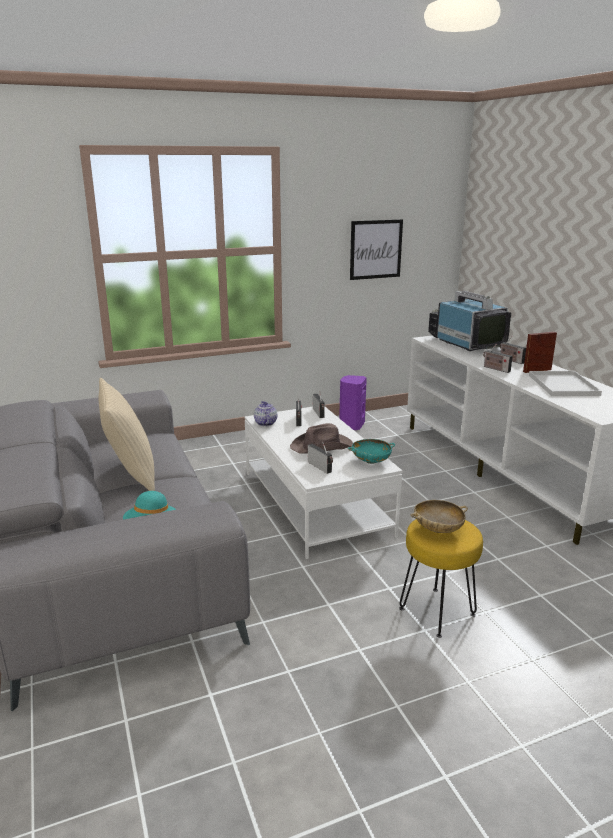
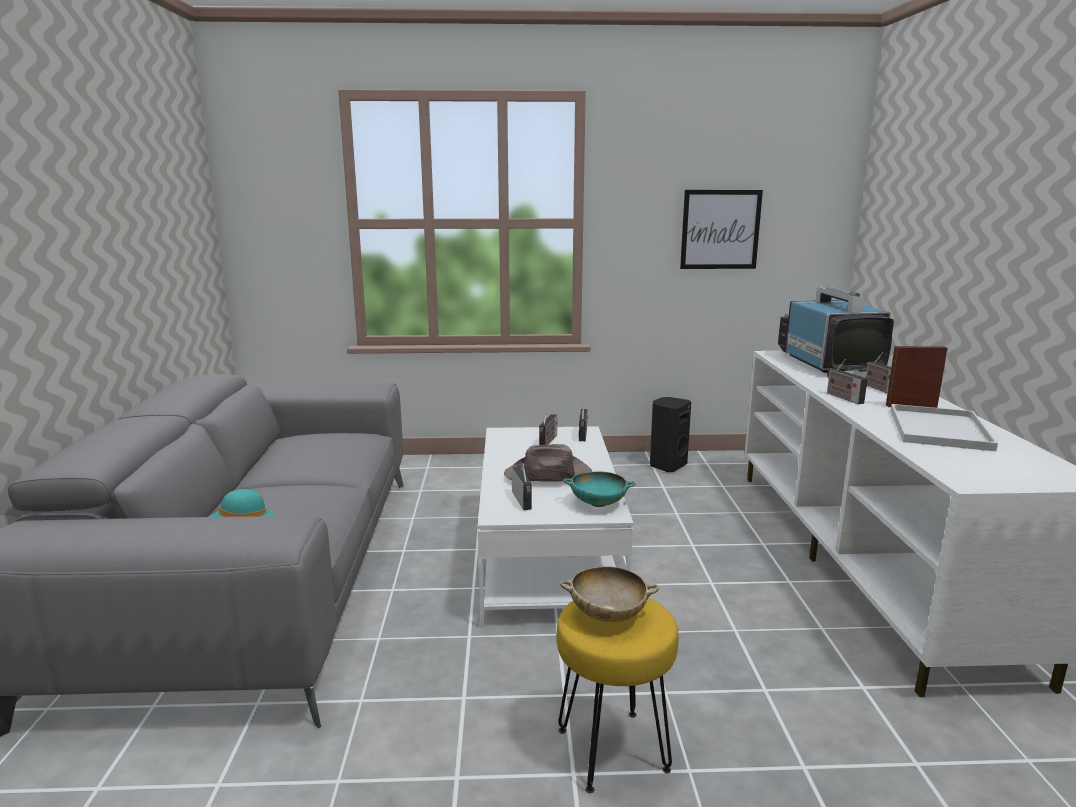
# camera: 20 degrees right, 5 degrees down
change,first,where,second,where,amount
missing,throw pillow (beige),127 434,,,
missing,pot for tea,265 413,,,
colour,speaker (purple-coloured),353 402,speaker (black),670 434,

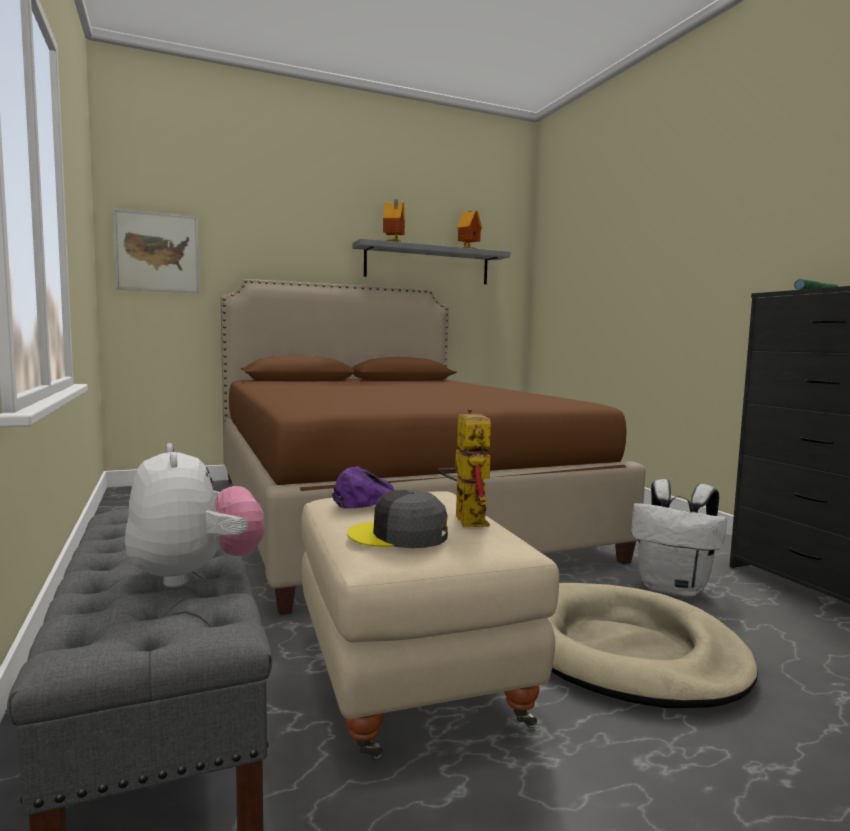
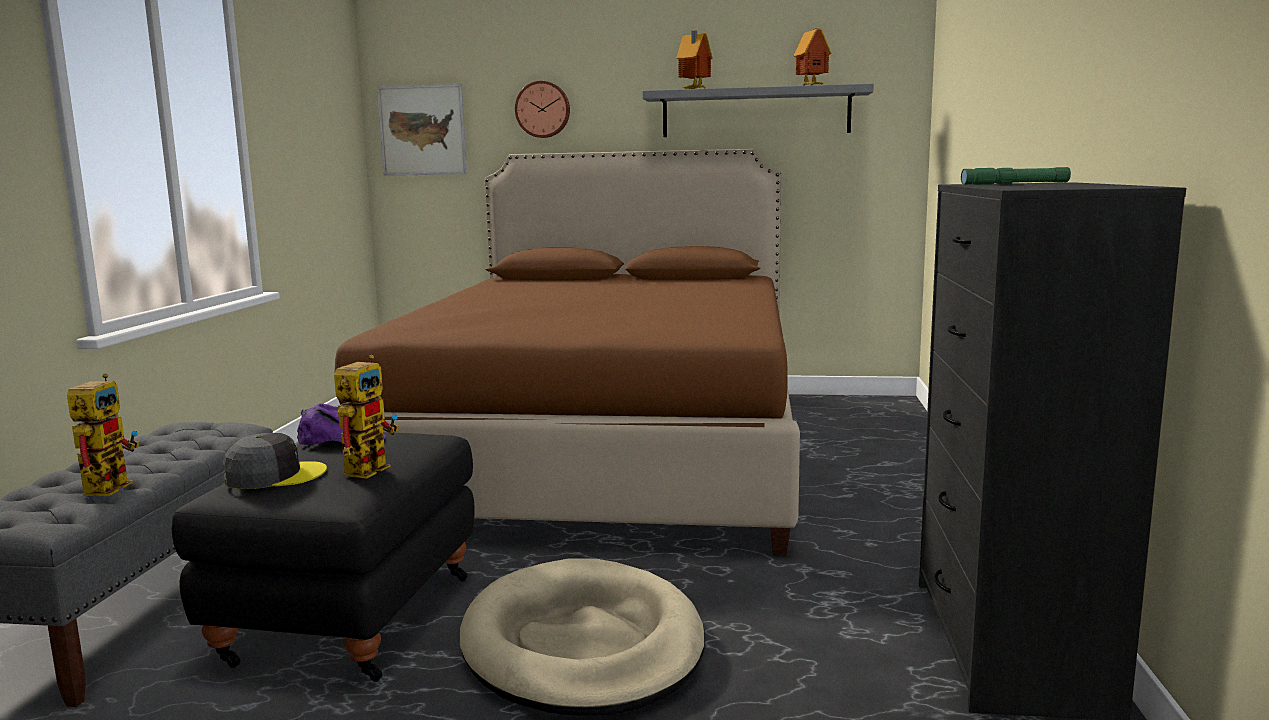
# camera: 30 degrees right, 5 degrees up
change,first,where,second,where,amount
exchanged,plush toy,195 515,model robot,103 434,
colour,footrest (beige),430 625,footrest (black),323 557,
spun,baseball cap (gray),397 519,,275 461,120 degrees clockwise
missing,knapsack (white),679 538,,,
appeared,,,clock on the wall,542 109,

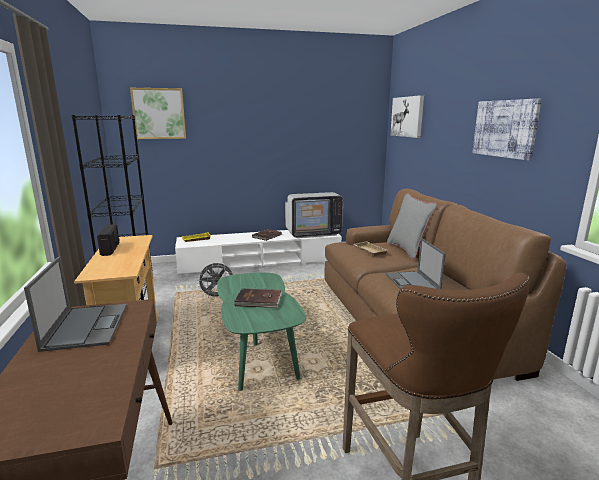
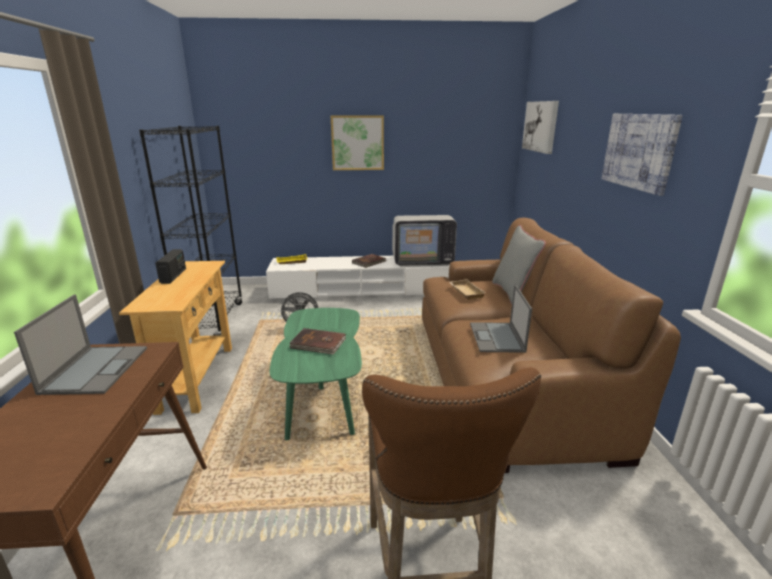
# camera: 10 degrees right, 5 degrees up
change,first,where,second,where,amount
relocated,wall picture,158 113,,357 142,

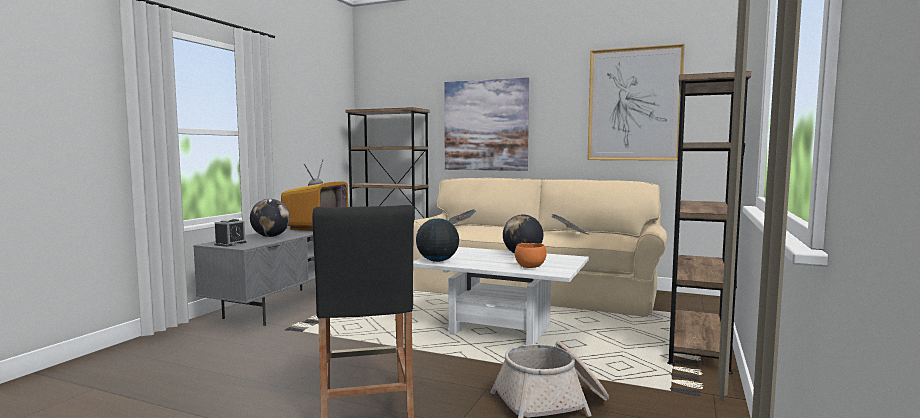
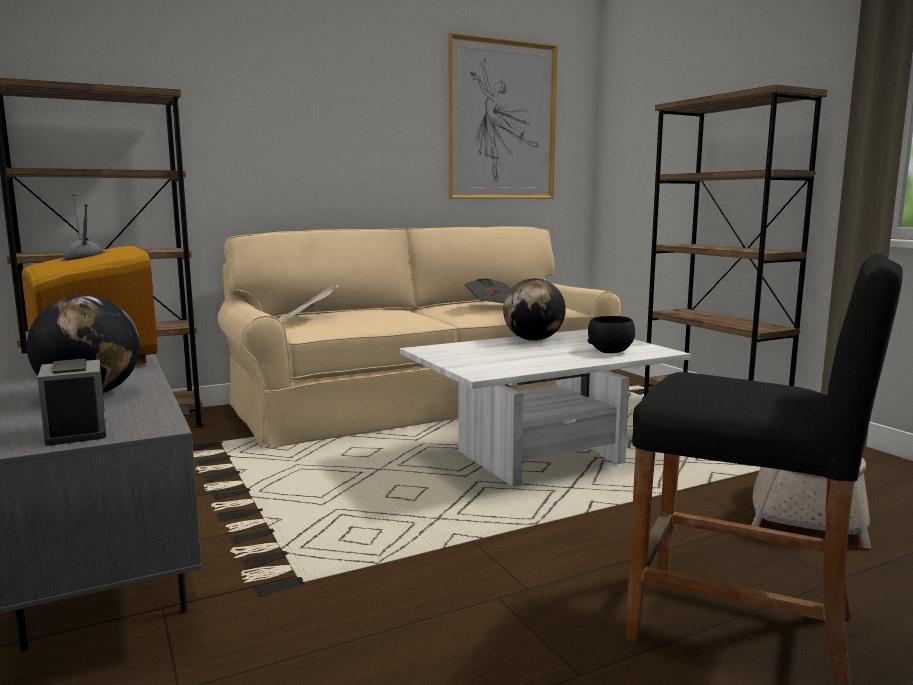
# camera: 50 degrees left, 5 degrees up
change,first,where,second,where,amount
missing,desk globe,437 240,,,
missing,wall picture,486 124,,,
colour,serving bowl (orange),531 255,serving bowl (black),611 334,

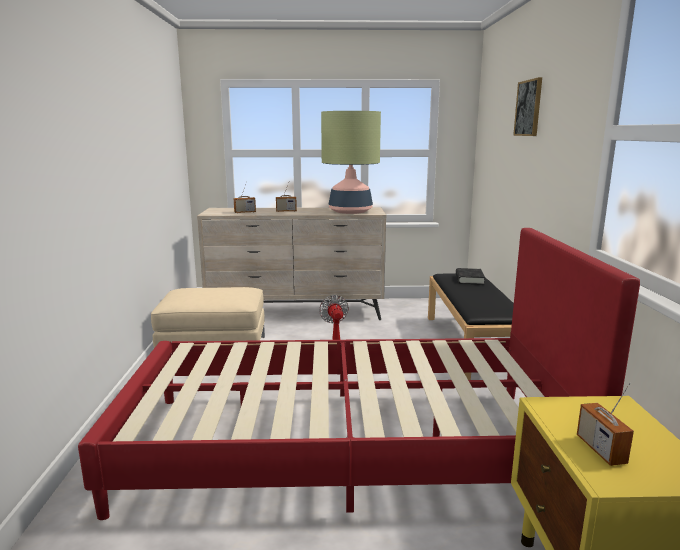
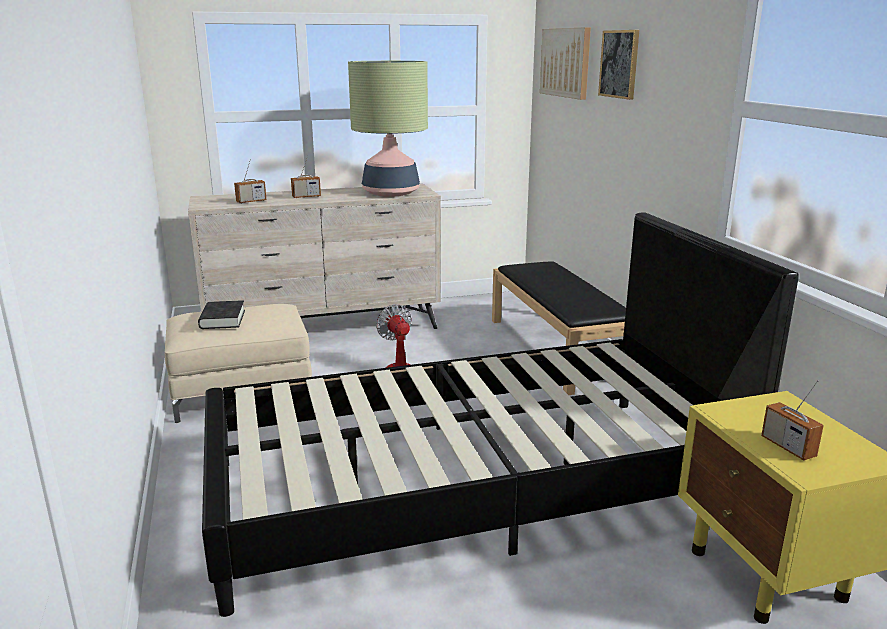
# camera: 15 degrees left, 5 degrees up
change,first,where,second,where,amount
colour,sleeping bed (red),359 374,sleeping bed (black),500 414,
relocated,volume (black),470 276,,221 314,
appeared,,,wall picture,565 63,

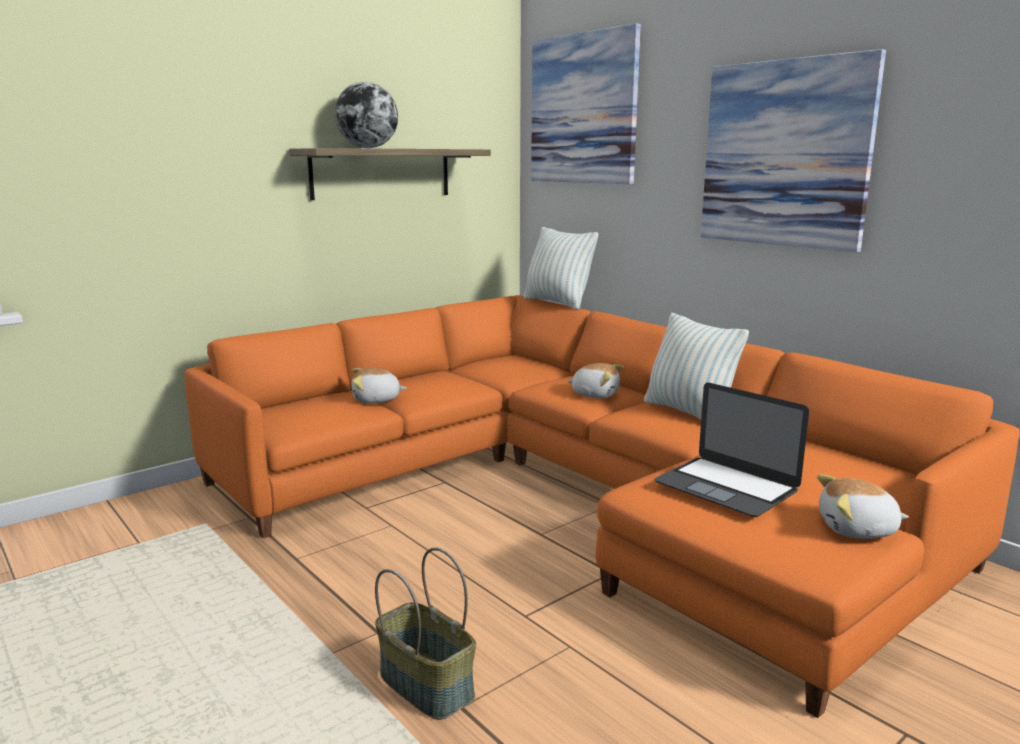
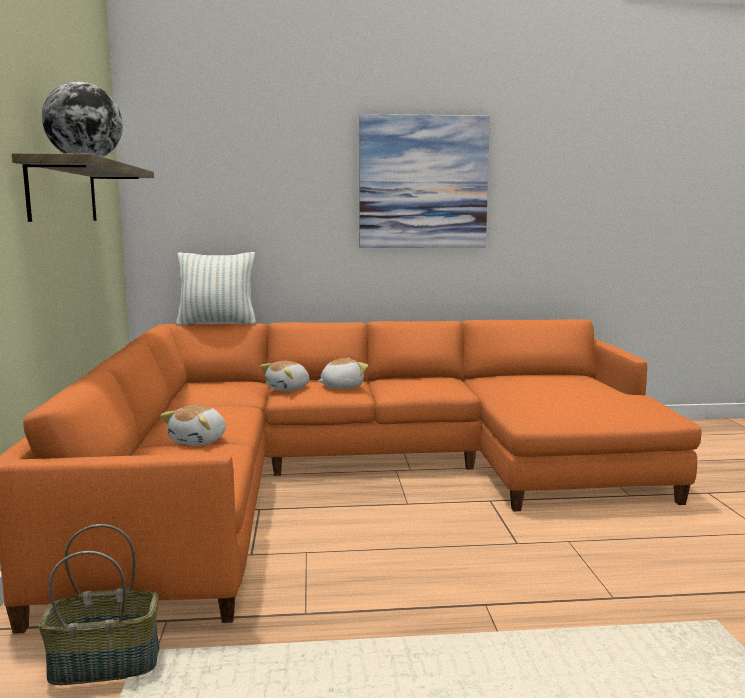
# camera: 55 degrees left, 5 degrees down
change,first,where,second,where,amount
relocated,basket,425 633,,99 604,
missing,wall picture,586 103,,,
missing,throw pillow,696 366,,,
missing,portable computer,731 450,,,
relocated,plush toy,863 507,,284 376,

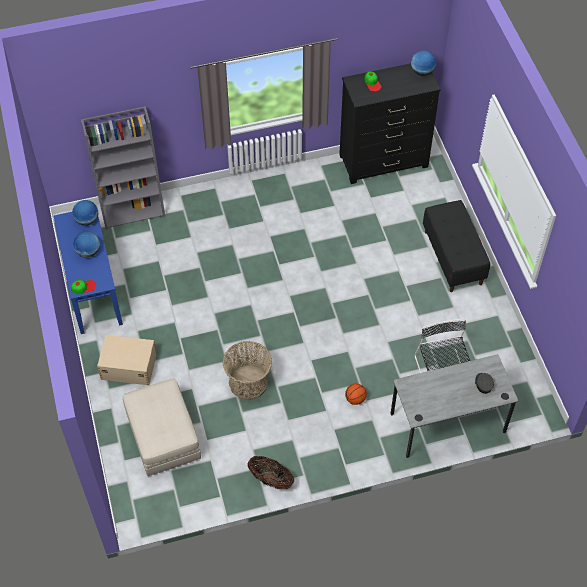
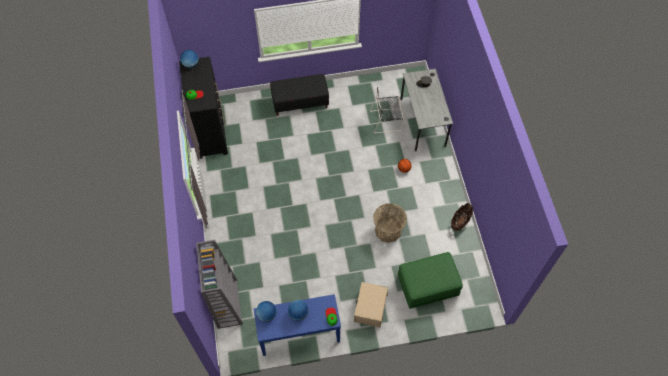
# camera: 85 degrees left, 5 degrees up
change,first,where,second,where,amount
colour,footrest (beige),162 427,footrest (green),430 280,

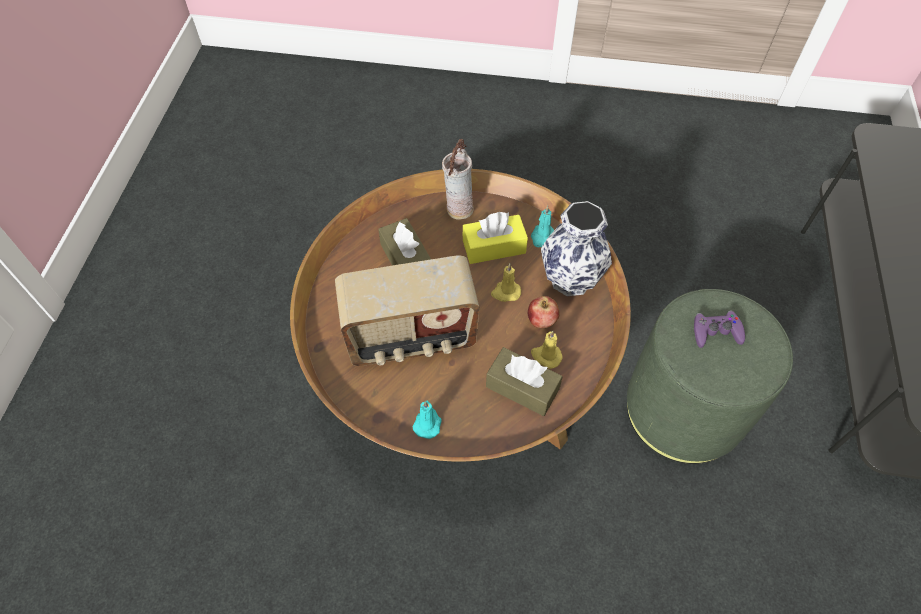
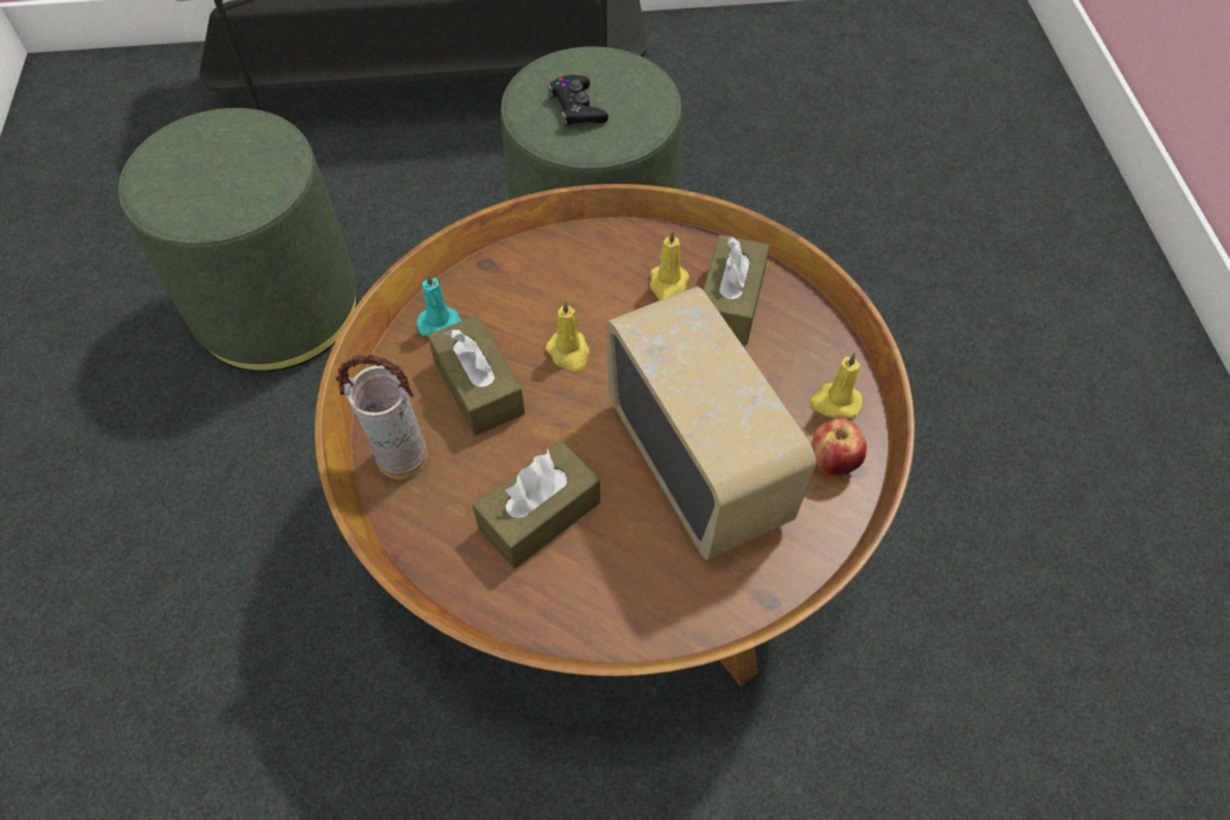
# camera: 105 degrees left, 0 degrees up
change,first,where,second,where,amount
colour,candle (turquoise),426 419,candle (yellow),836 385,
colour,tissue holder (yellow),495 238,tissue holder (brown-coloured),476 375,
relocated,whole apple,544 312,,839 447,
missing,vase,576 248,,,
colour,game controller (purple-coloured),719 329,game controller (black),578 100,
appeared,,,footrest (green),237 240,

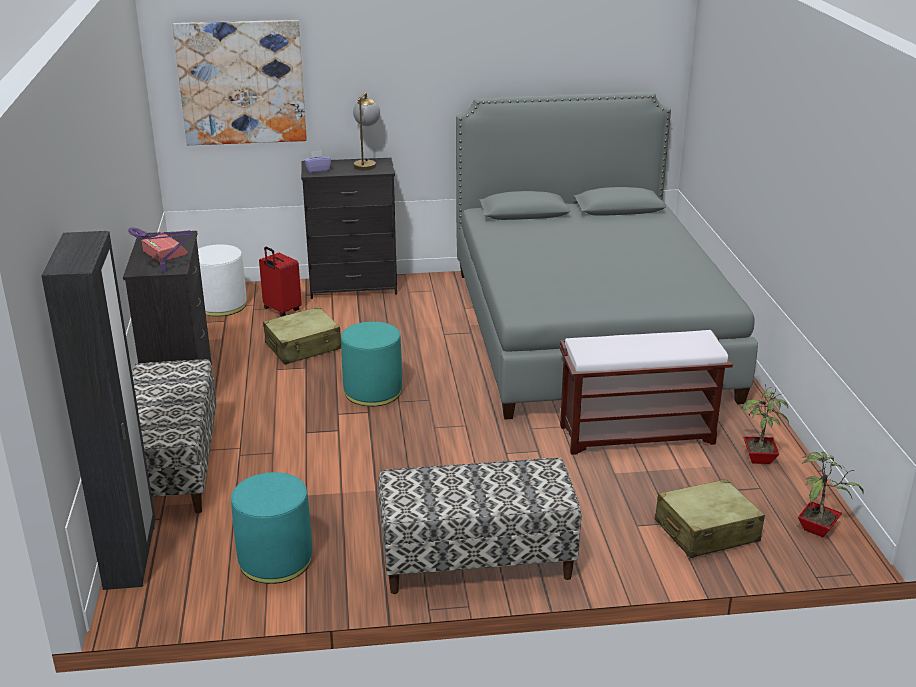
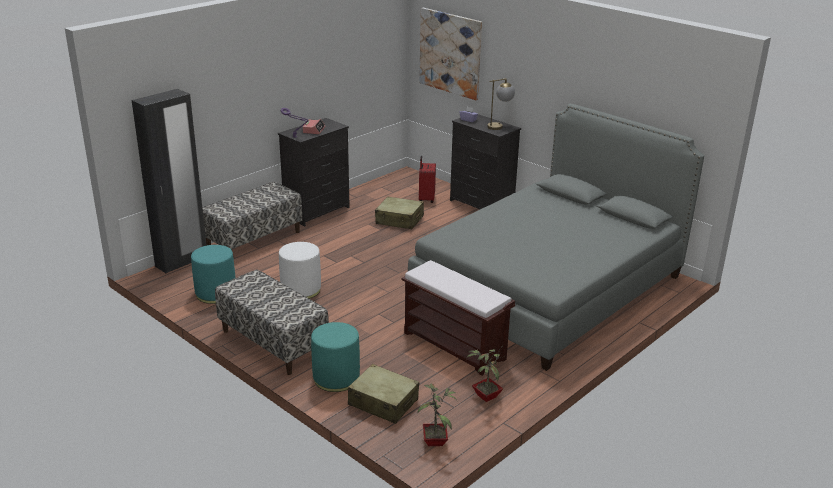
# camera: 50 degrees right, 0 degrees up
change,first,where,second,where,amount
relocated,footrest (white),222 280,,300 270,
relocated,footrest (turquoise),371 364,,335 357,

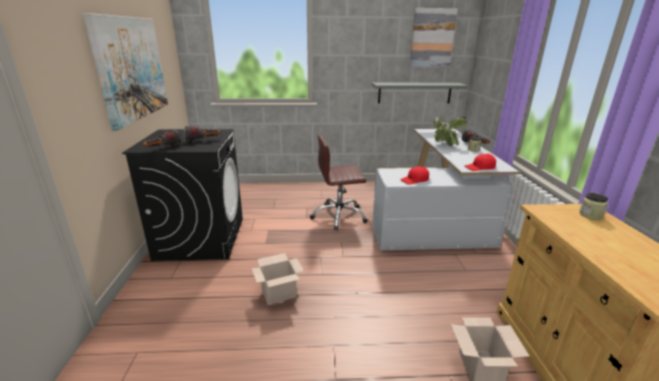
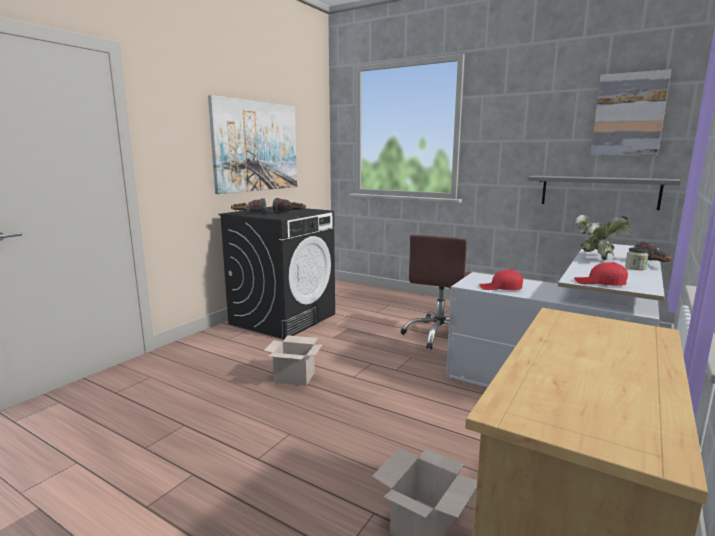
# camera: 35 degrees right, 10 degrees down
change,first,where,second,where,amount
spun,desk chair (brown-coloured),339 182,,436 292,90 degrees counterclockwise
missing,storage jar,593 206,,,

